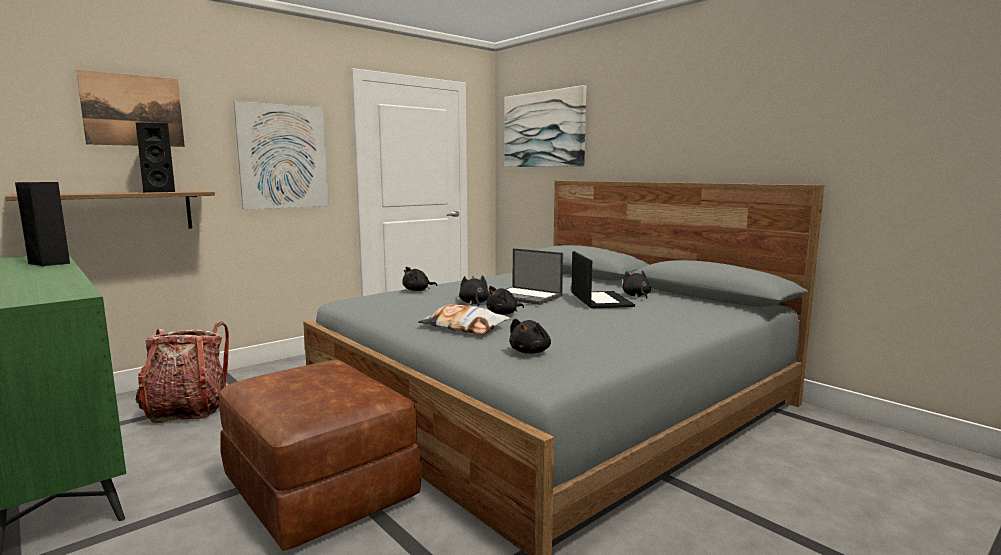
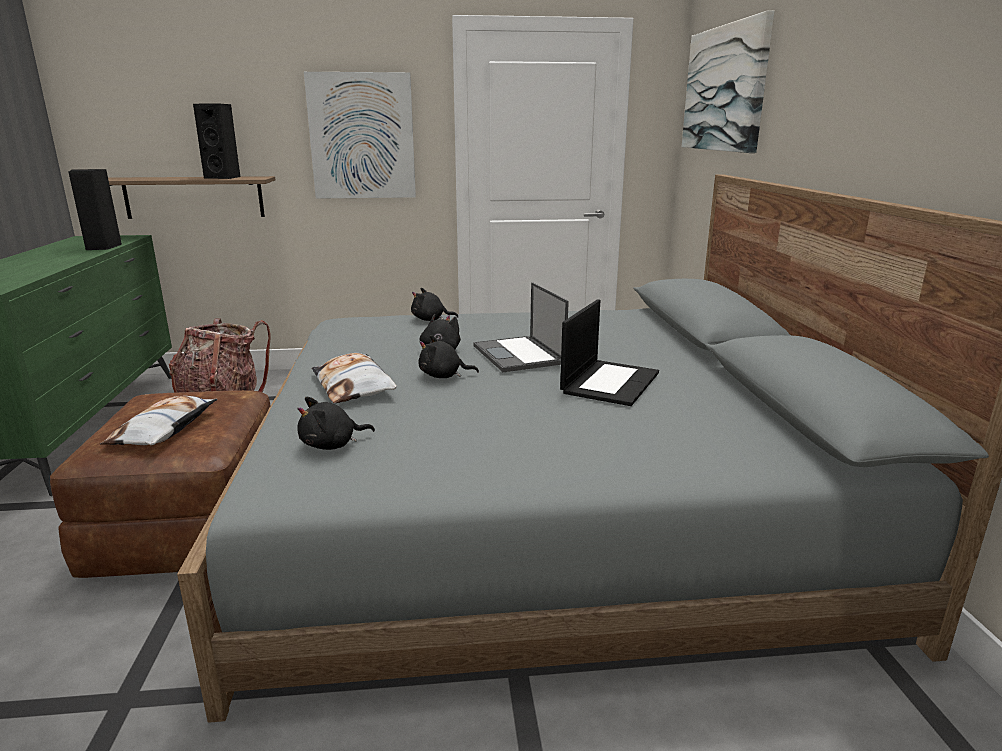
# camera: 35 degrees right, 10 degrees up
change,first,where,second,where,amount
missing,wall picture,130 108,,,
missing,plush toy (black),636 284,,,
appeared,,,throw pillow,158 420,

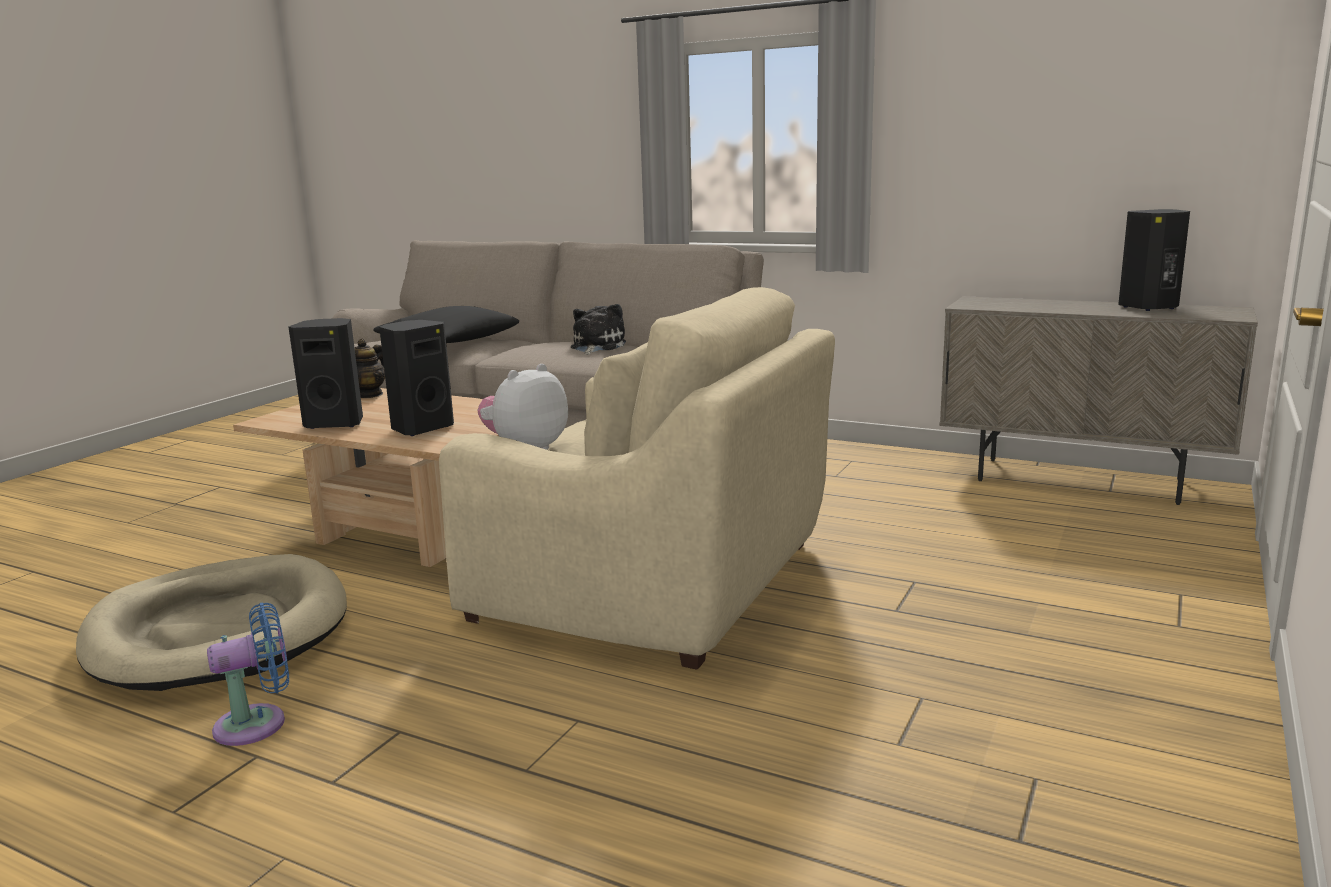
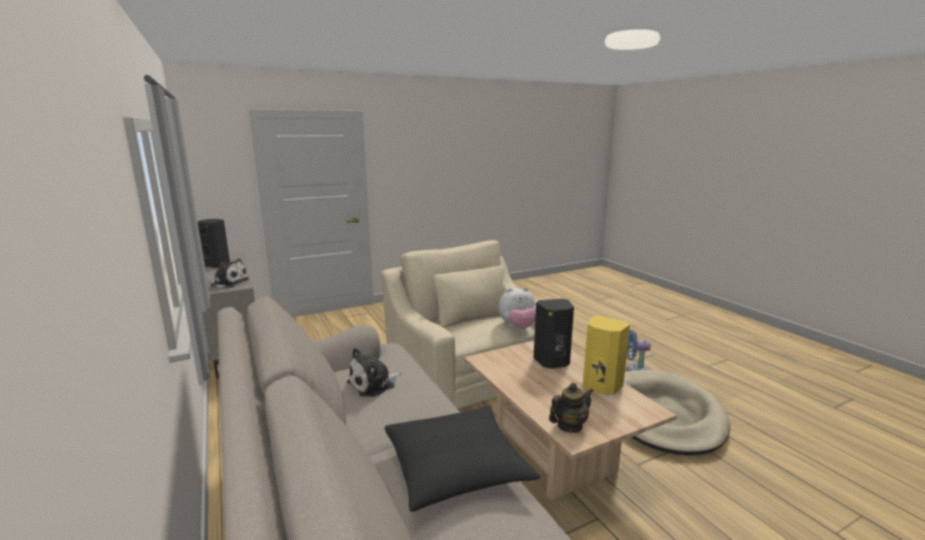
# camera: 145 degrees left, 0 degrees up
change,first,where,second,where,amount
colour,speaker (black),326 373,speaker (yellow),606 355,
appeared,,,plush toy,228 273,

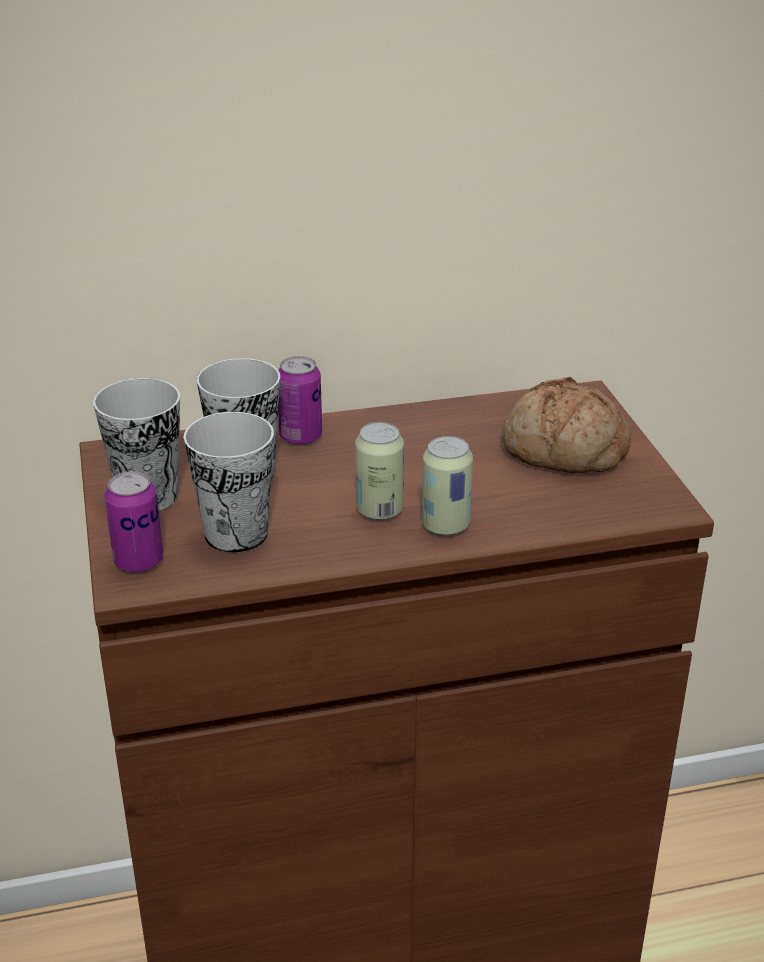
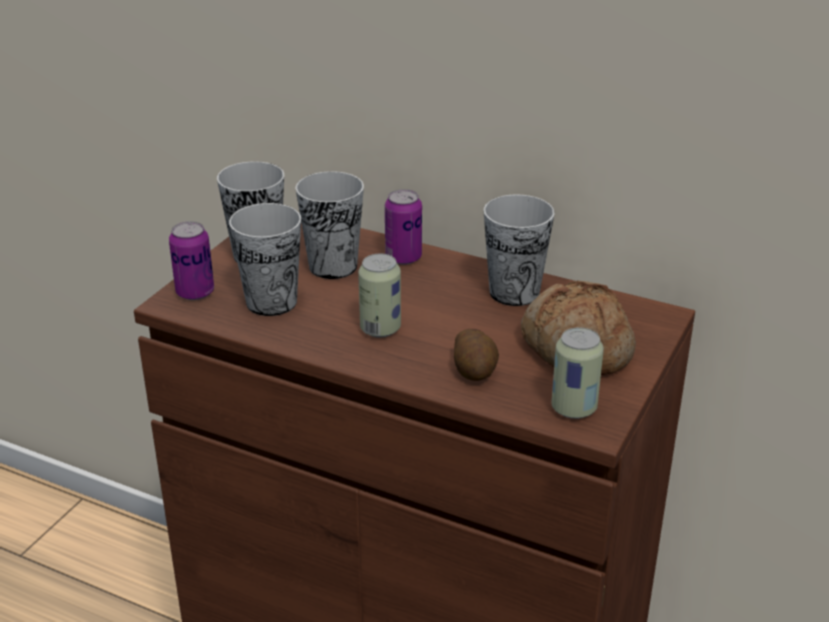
# camera: 40 degrees right, 0 degrees up
change,first,where,second,where,amount
relocated,sealed can,447 486,,577 373,
appeared,,,whole potato,476 355,
appeared,,,drinking cup,519 250,

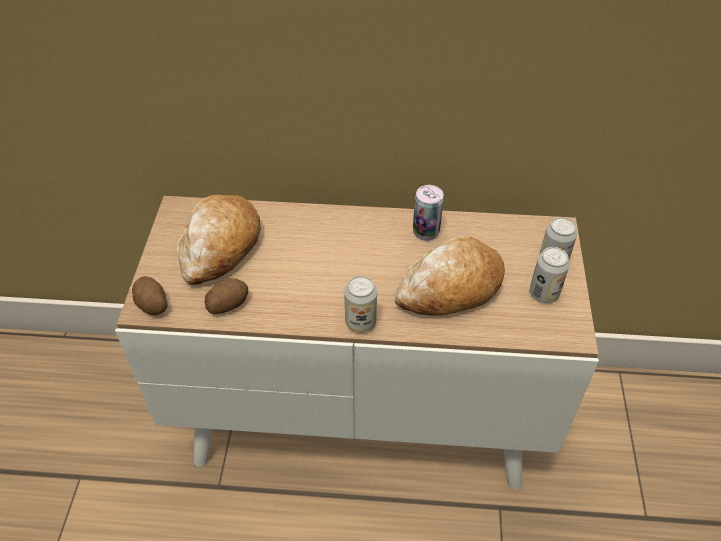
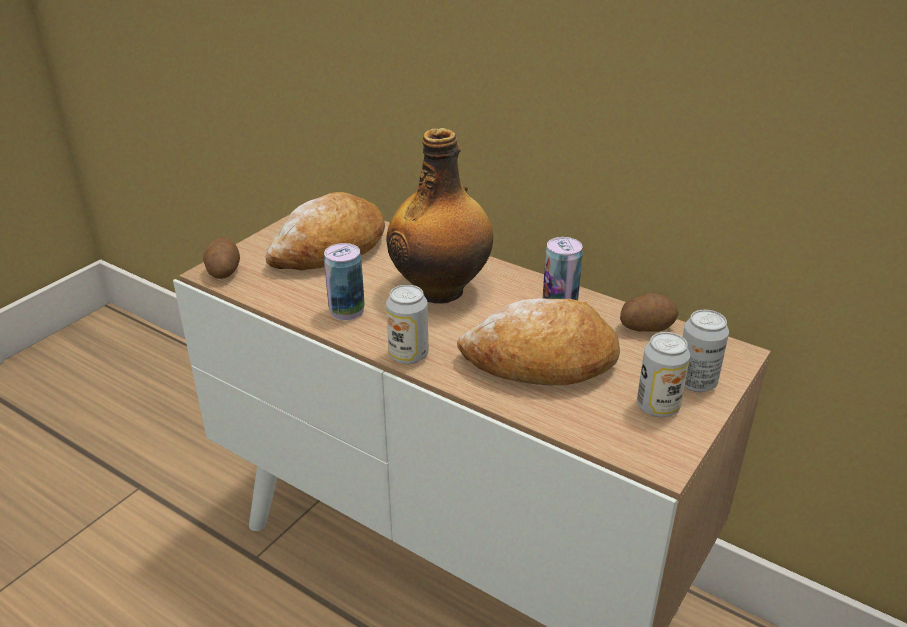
# camera: 30 degrees right, 15 degrees down
change,first,where,second,where,amount
relocated,whole potato,226 296,,649 313,
appeared,,,sealed can,344 282,
appeared,,,beverage bottle,439 216,

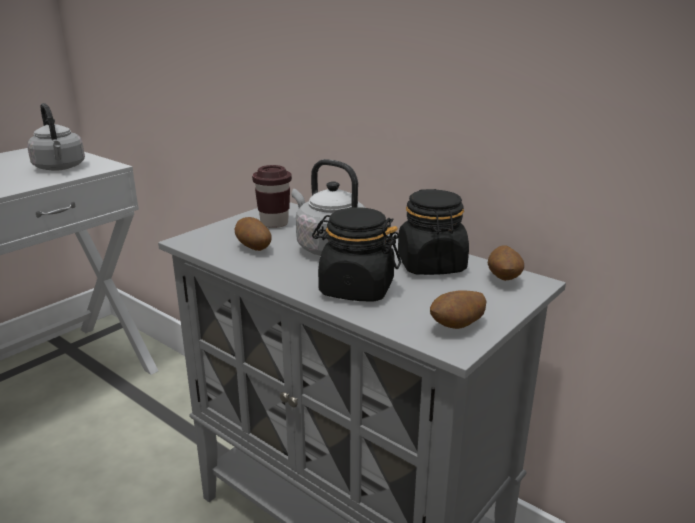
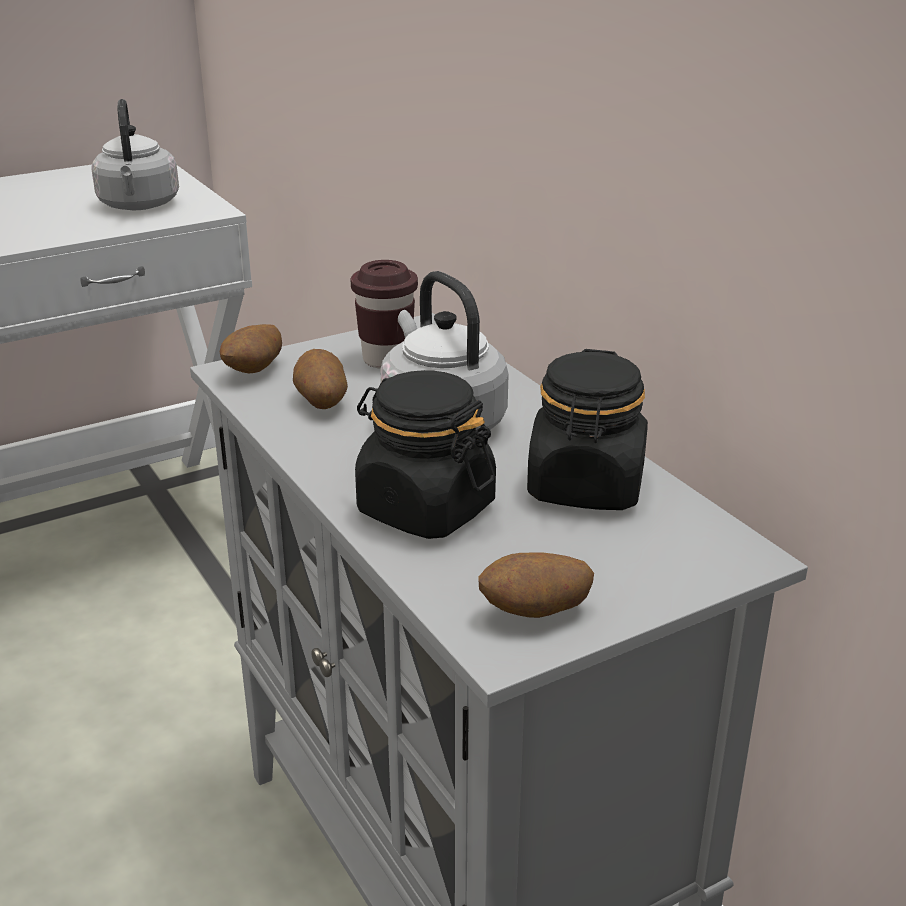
# camera: 20 degrees right, 5 degrees up
change,first,where,second,where,amount
relocated,whole potato,506 263,,251 348,

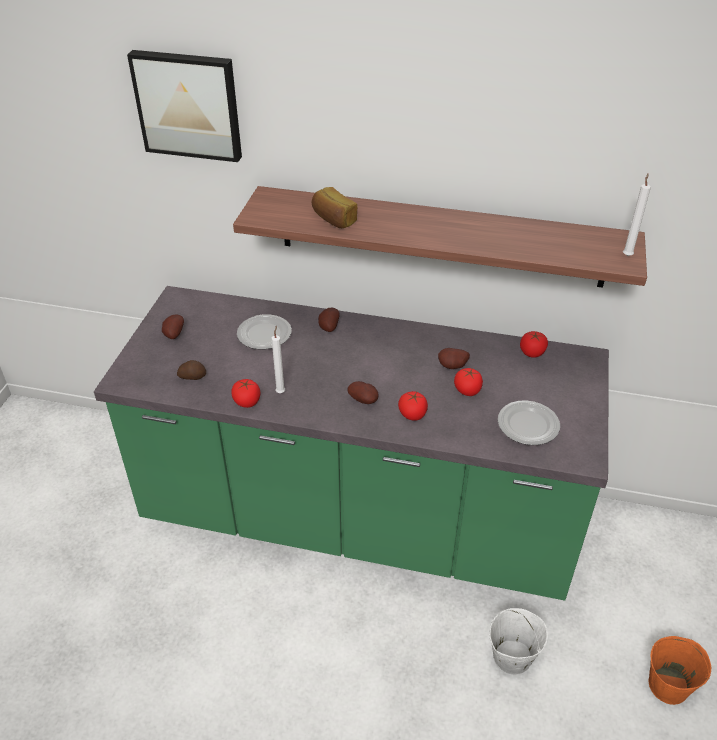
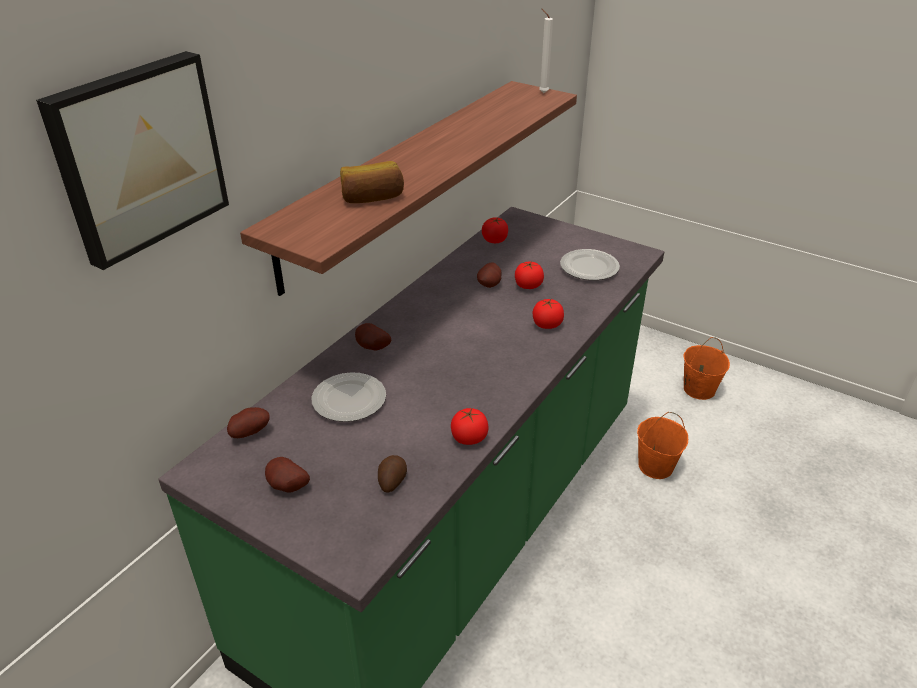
# camera: 70 degrees left, 5 degrees down
change,first,where,second,where,amount
missing,candle (white),278 359,,,
relocated,whole potato,362 392,,248 422,
colour,pail (white),518 641,pail (orange),662 445,

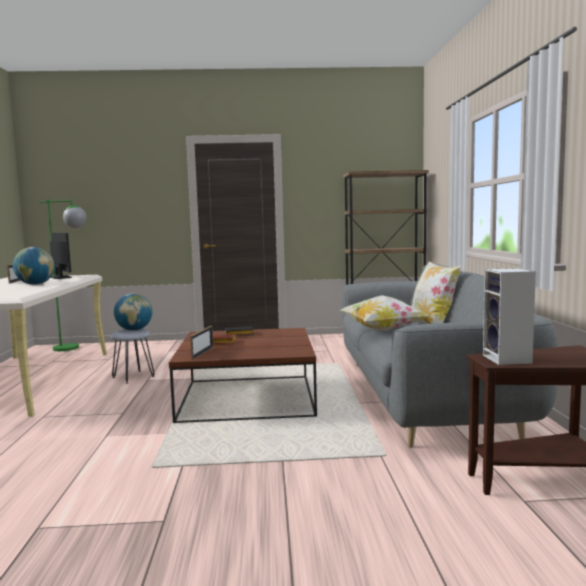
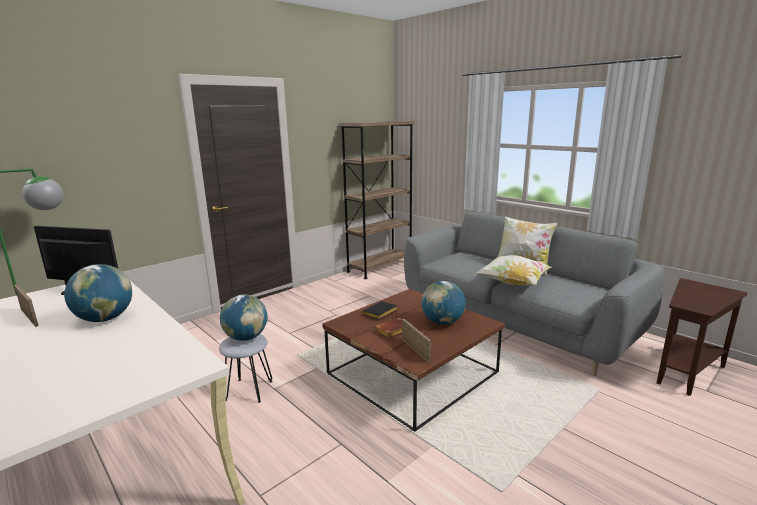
# camera: 40 degrees left, 10 degrees up
change,first,where,second,where,amount
missing,speaker,509 316,,,
appeared,,,desk globe,444 303,

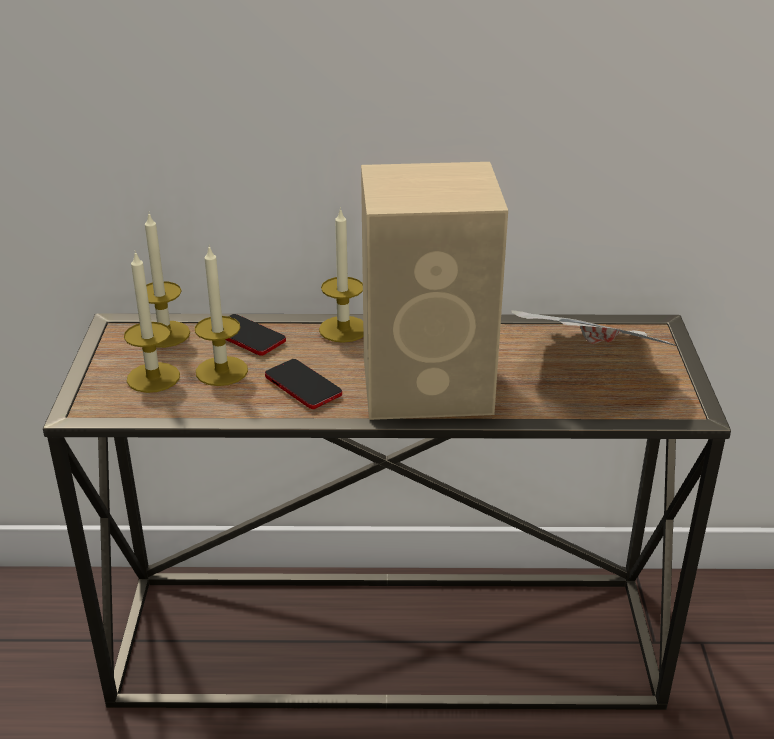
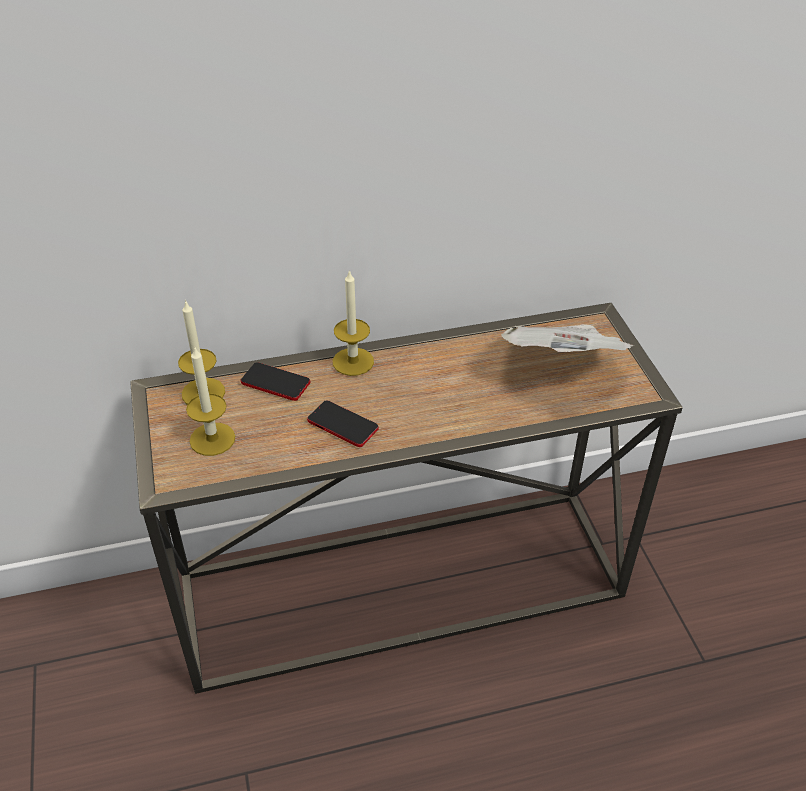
# camera: 15 degrees left, 10 degrees up
change,first,where,second,where,amount
missing,candle,221 316,,,
missing,speaker (beige),434 291,,,

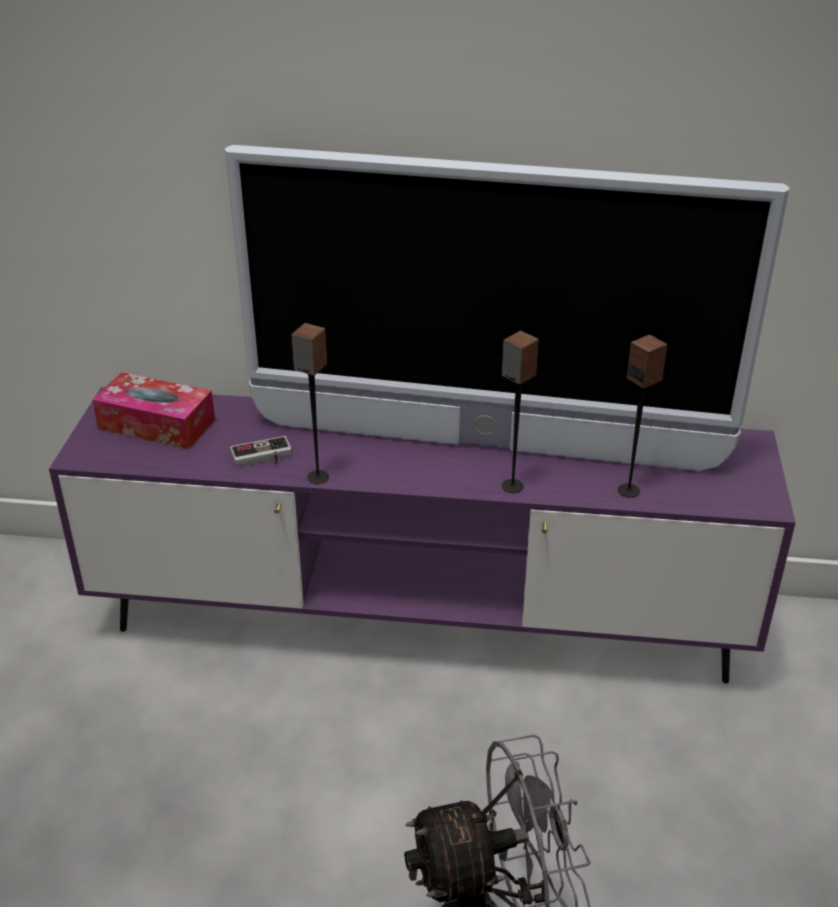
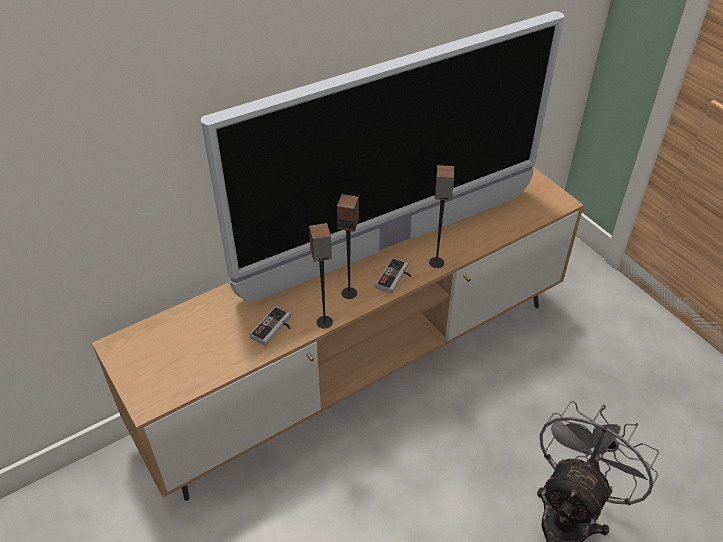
# camera: 40 degrees left, 10 degrees up
change,first,where,second,where,amount
colour,tv stand (purple-coloured),422 535,tv stand (brown-coloured),338 333,
missing,tissue holder,153 410,,,
relocated,speaker,642 416,,348 246,
appeared,,,game controller,393 276,

